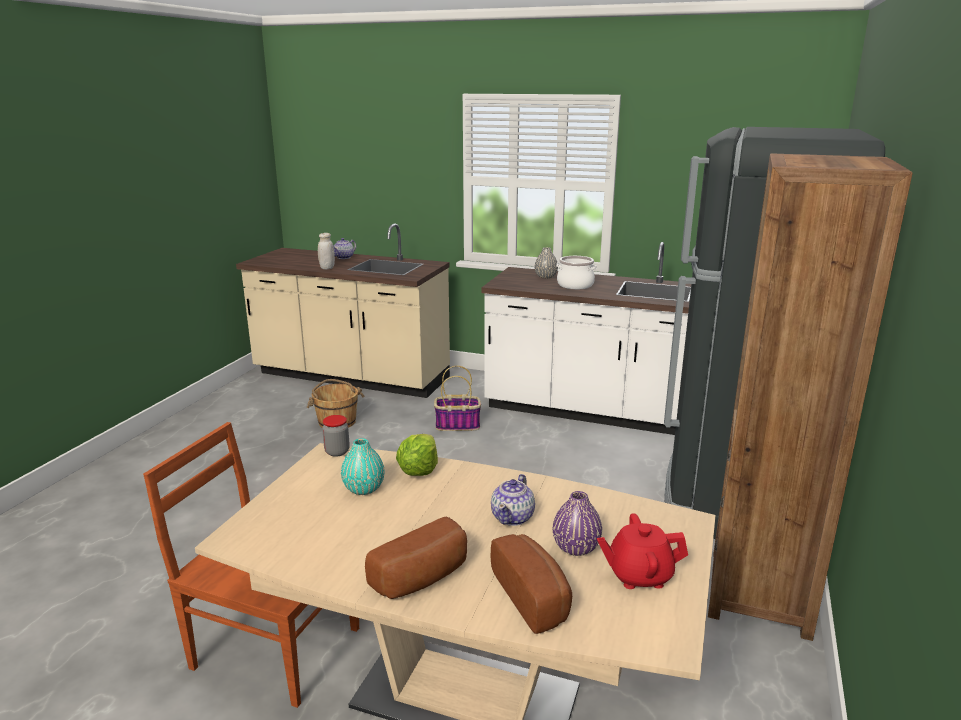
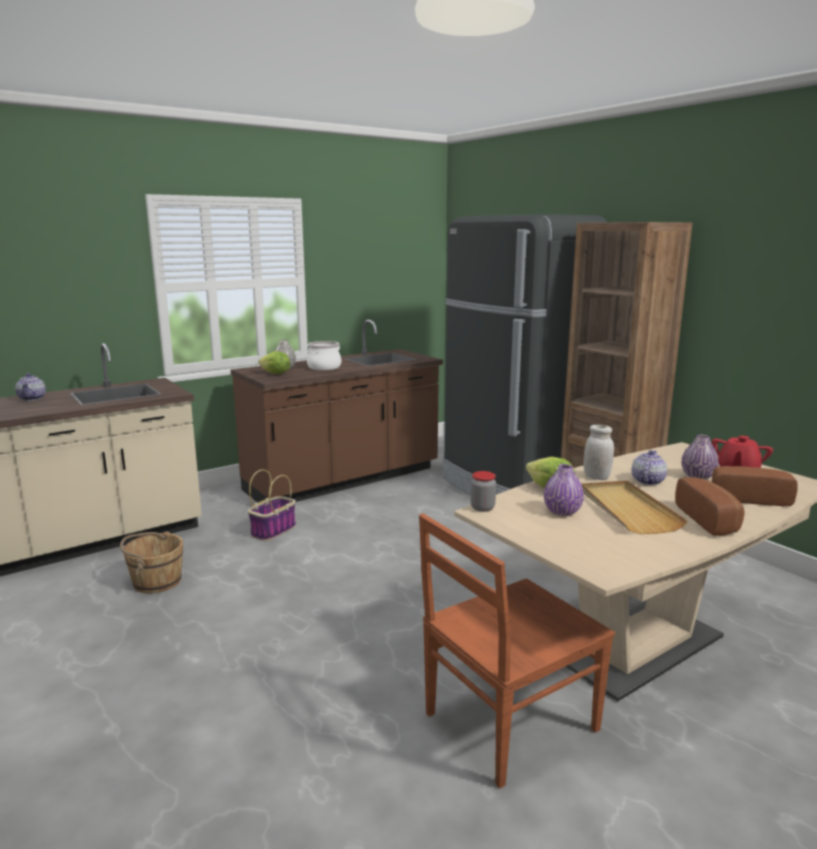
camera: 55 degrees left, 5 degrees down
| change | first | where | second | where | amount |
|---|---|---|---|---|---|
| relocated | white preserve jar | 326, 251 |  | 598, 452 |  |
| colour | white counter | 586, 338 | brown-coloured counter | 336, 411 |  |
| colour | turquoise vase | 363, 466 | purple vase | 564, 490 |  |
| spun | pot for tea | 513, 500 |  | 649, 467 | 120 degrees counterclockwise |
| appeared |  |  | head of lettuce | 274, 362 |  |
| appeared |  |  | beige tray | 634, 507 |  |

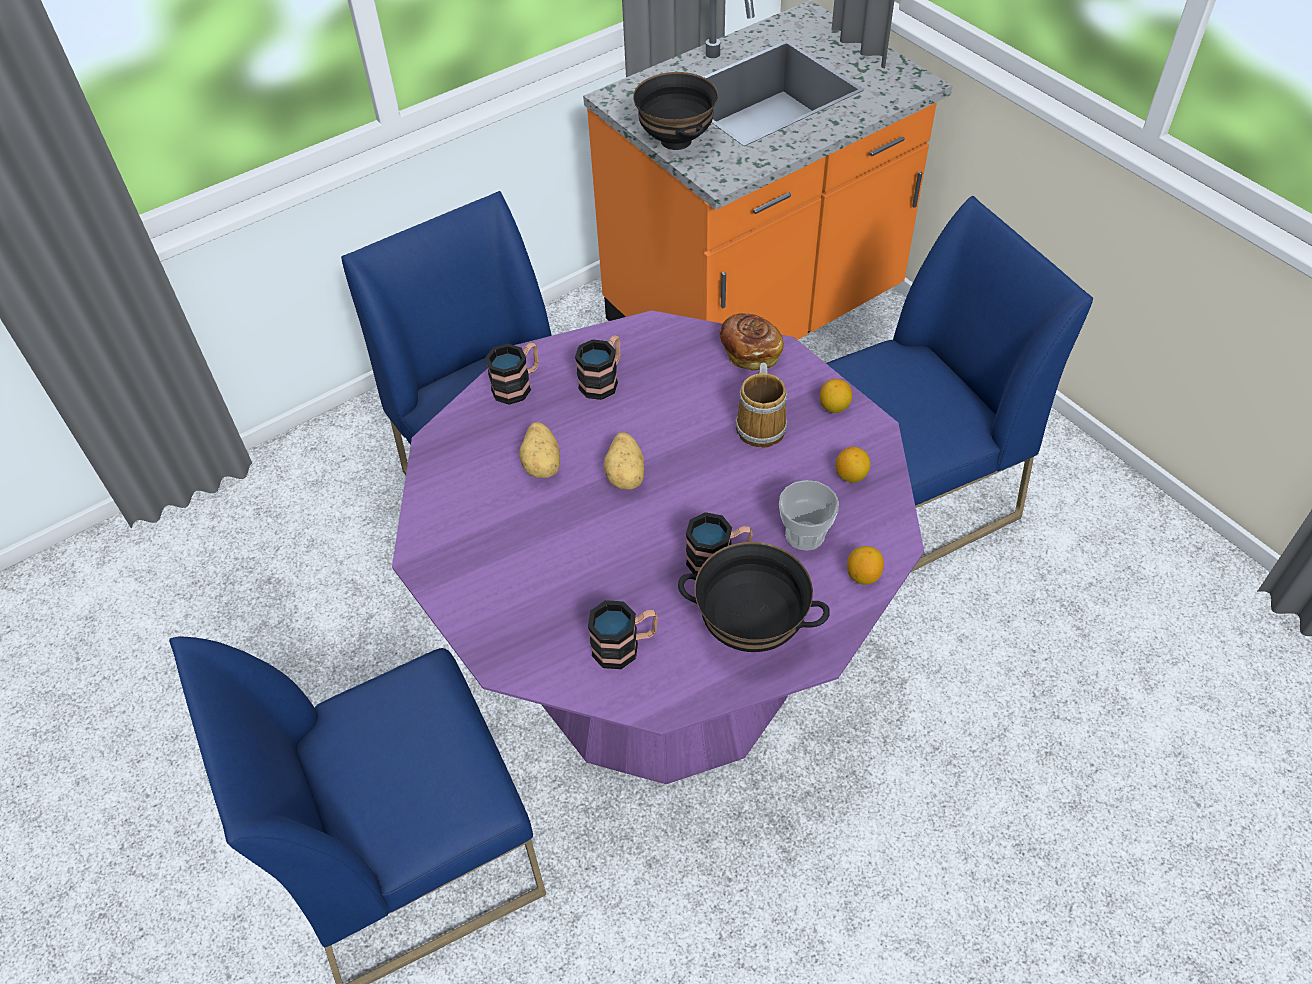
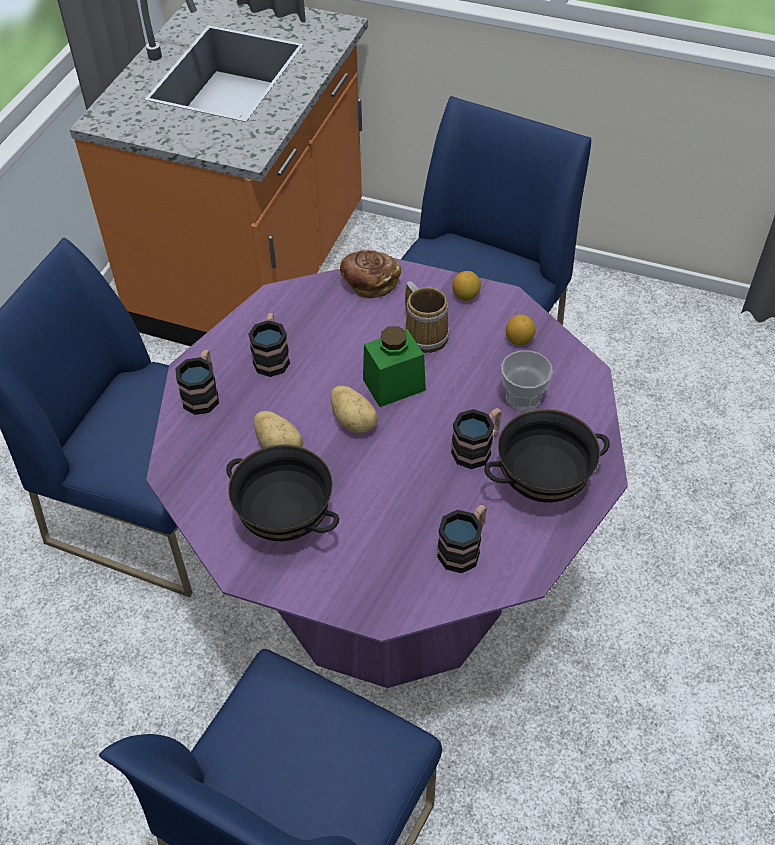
camera: 35 degrees left, 0 degrees up
| change | first | where | second | where | amount |
|---|---|---|---|---|---|
| relocated | black bowl | 675, 111 |  | 282, 493 |  |
| missing | lemon | 865, 565 |  |  |  |
| appeared |  |  | green preserve jar | 394, 366 |  |

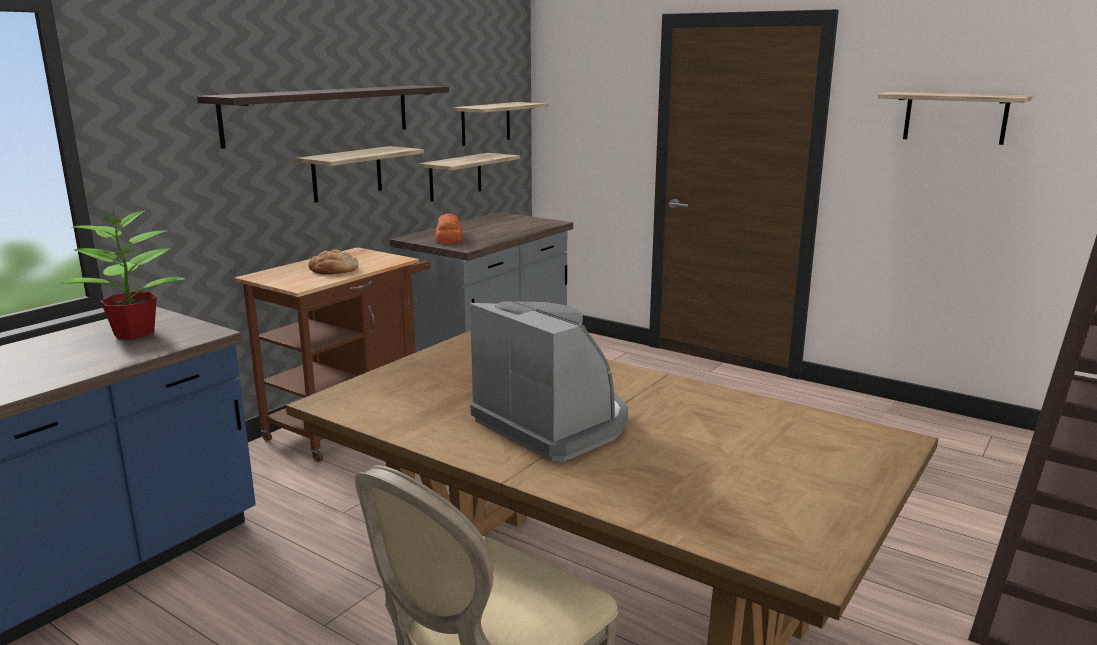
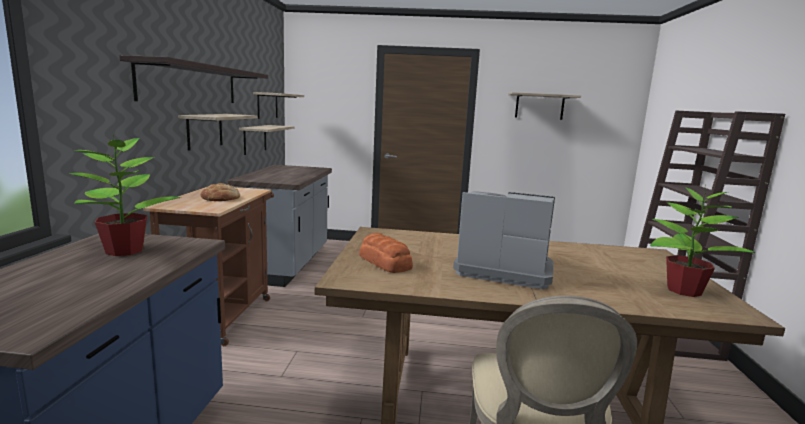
camera: 30 degrees left, 5 degrees down
| change | first | where | second | where | amount |
|---|---|---|---|---|---|
| relocated | baked bread | 449, 229 |  | 386, 253 |  |
| appeared |  |  | houseplant | 702, 241 |  |

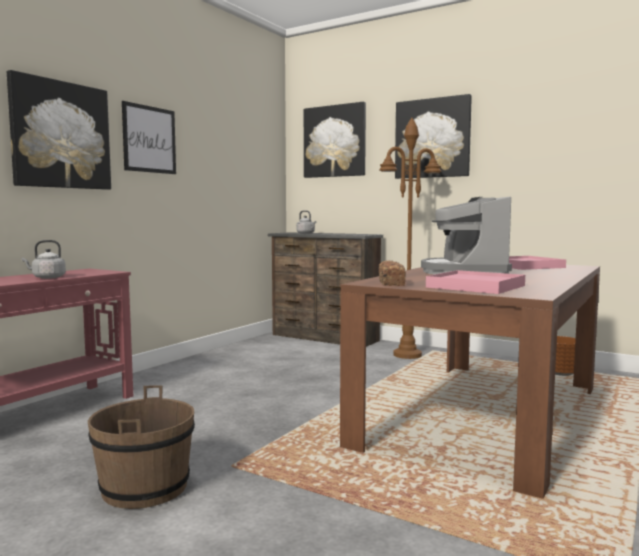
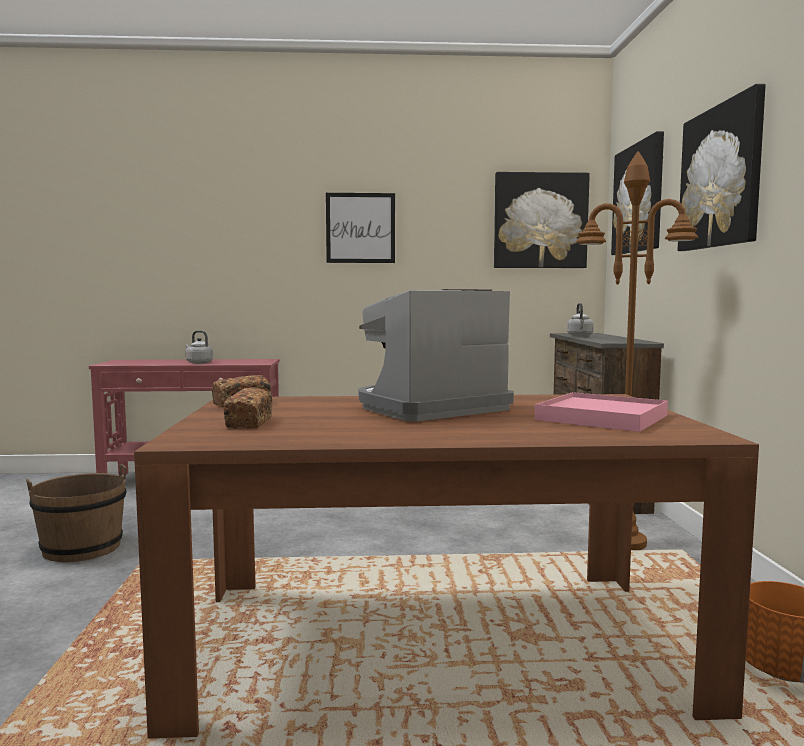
camera: 55 degrees right, 0 degrees up
| change | first | where | second | where | amount |
|---|---|---|---|---|---|
| relocated | wall art | 59, 130 |  | 542, 220 |  |
| exchanged | pink tray | 475, 282 | baked bread | 248, 408 |  |

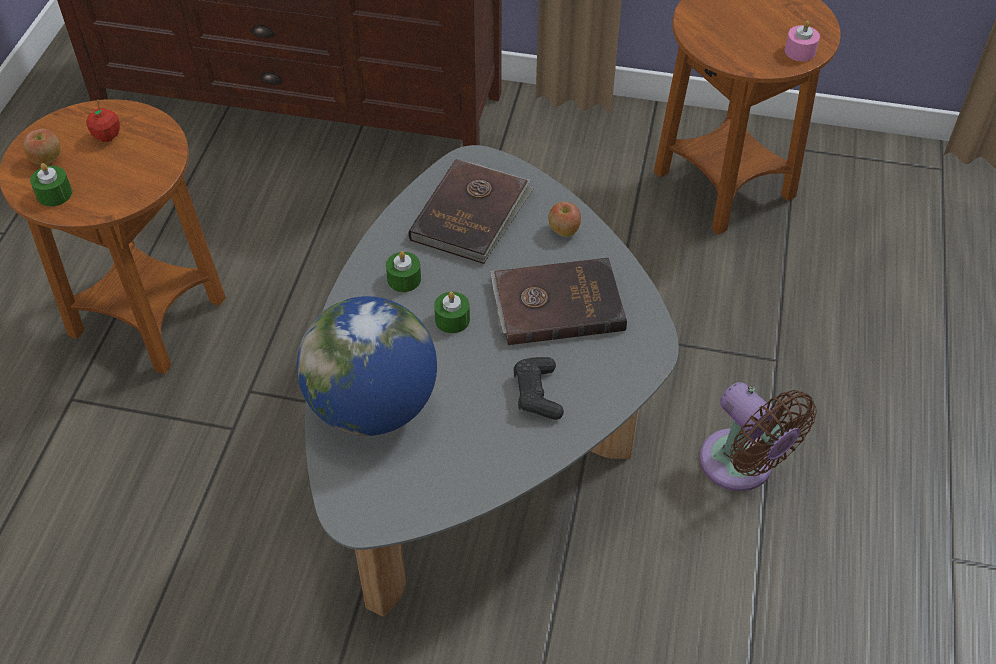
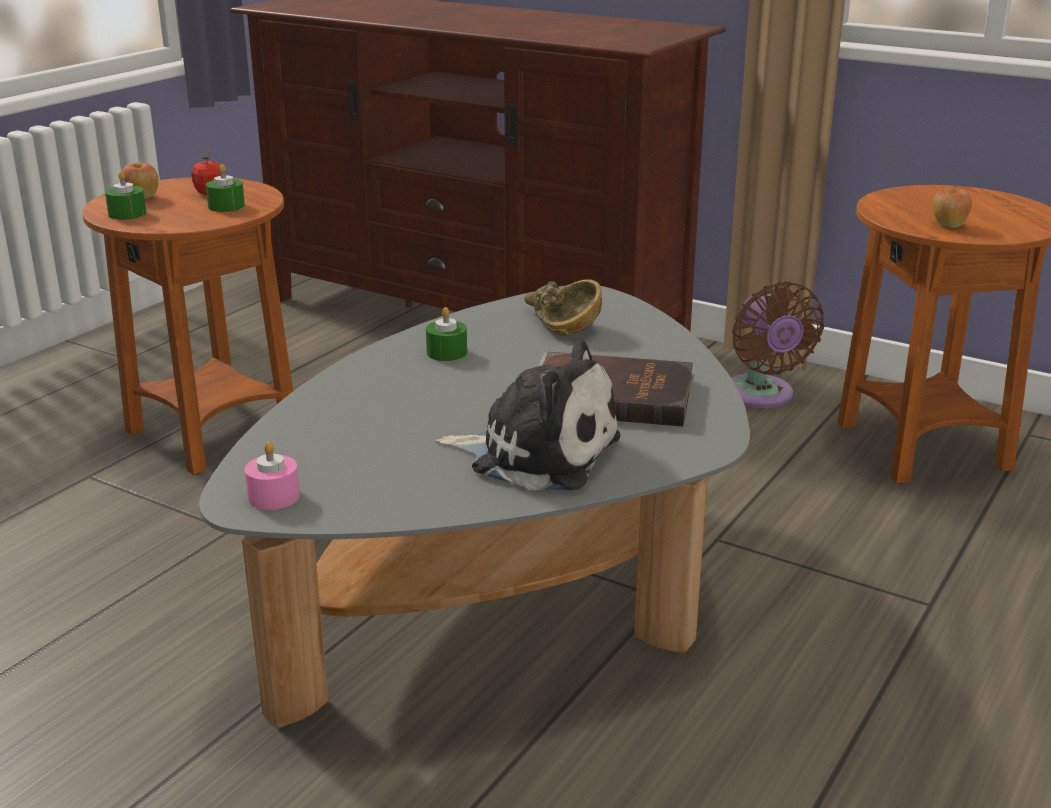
camera: 20 degrees right, 25 degrees down
| change | first | where | second | where | amount |
|---|---|---|---|---|---|
| relocated | pink wax candle | 802, 41 |  | 272, 476 |  |
| exchanged | brown-coloured bound book | 471, 211 | brown-coloured bowl | 563, 308 |  |
| relocated | apple | 565, 219 |  | 952, 208 |  |
| relocated | green wax candle | 452, 312 |  | 225, 188 |  |
| missing | globe | 367, 366 |  |  |  |
| exchanged | black gamepad | 538, 388 | soft toy | 528, 415 |  |
| relocated | brown-coloured cooling fan | 758, 436 |  | 778, 345 |  |

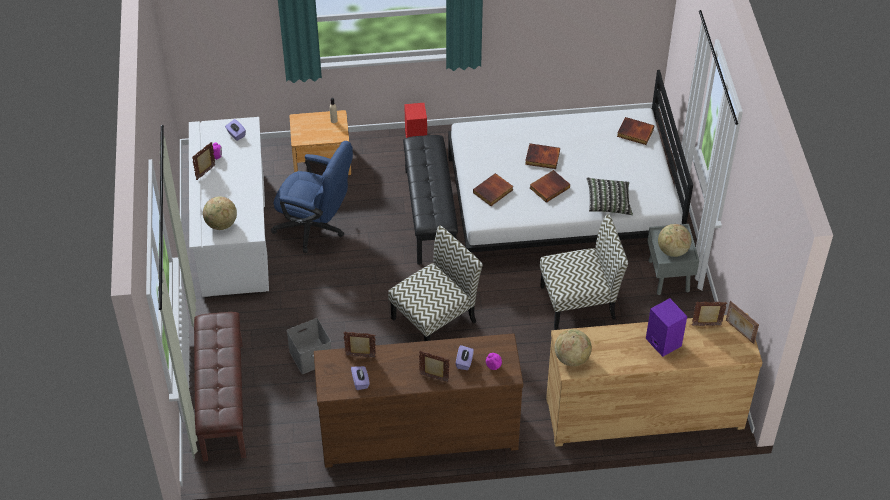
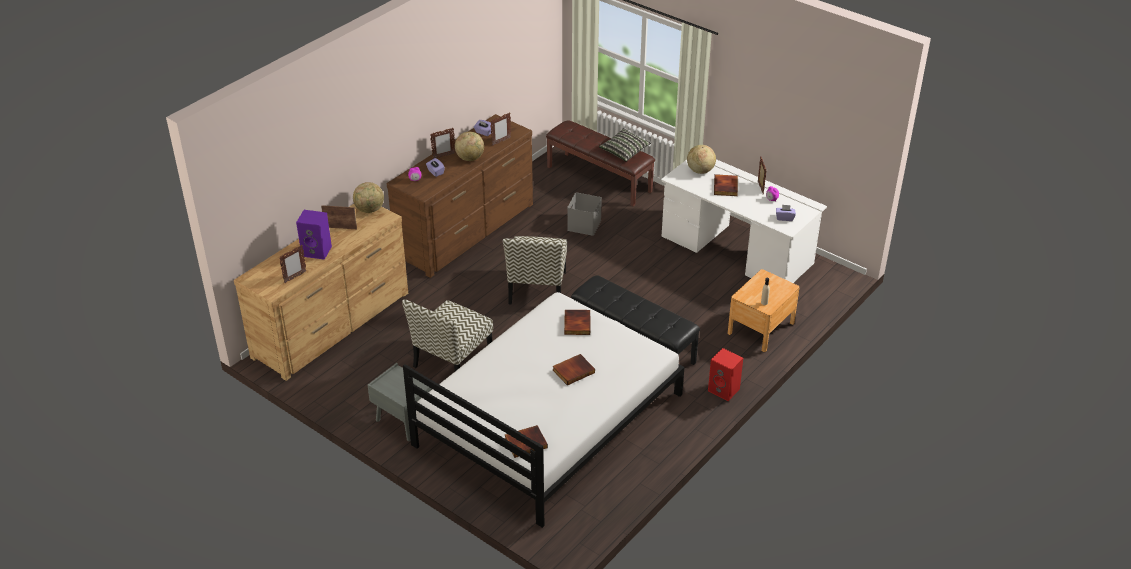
camera: 135 degrees right, 10 degrees down
| change | first | where | second | where | amount |
|---|---|---|---|---|---|
| missing | blue-coloured desk chair | 312, 197 |  |  |  |
| relocated | bound book | 550, 186 |  | 726, 185 |  |
| relocated | throw pillow | 610, 196 |  | 625, 145 |  |
| relocated | globe | 675, 240 |  | 469, 146 |  |
| relocated | picture frame | 742, 322 |  | 339, 217 |  |

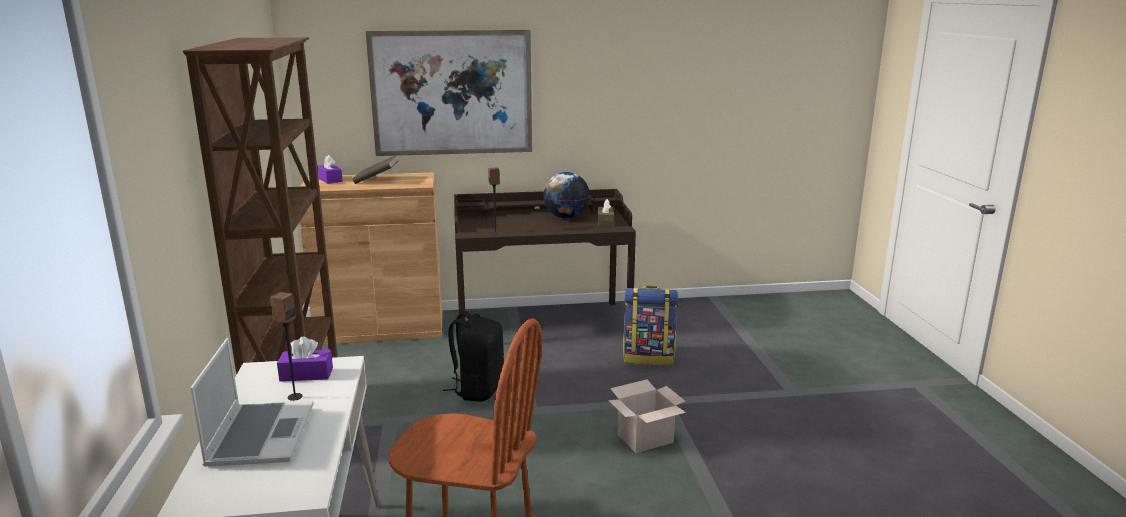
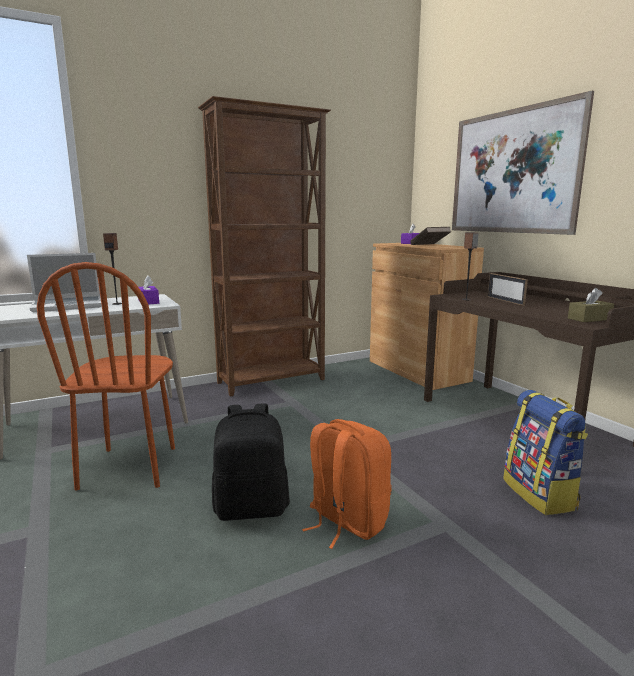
camera: 70 degrees right, 5 degrees down
| change | first | where | second | where | amount |
|---|---|---|---|---|---|
| missing | globe | 566, 195 |  |  |  |
| relocated | black rucksack | 473, 356 |  | 251, 462 |  |
| exchanged | cardboard box | 647, 416 | orangey rucksack | 347, 484 |  |
| appeared |  |  | picture frame | 507, 289 |  |

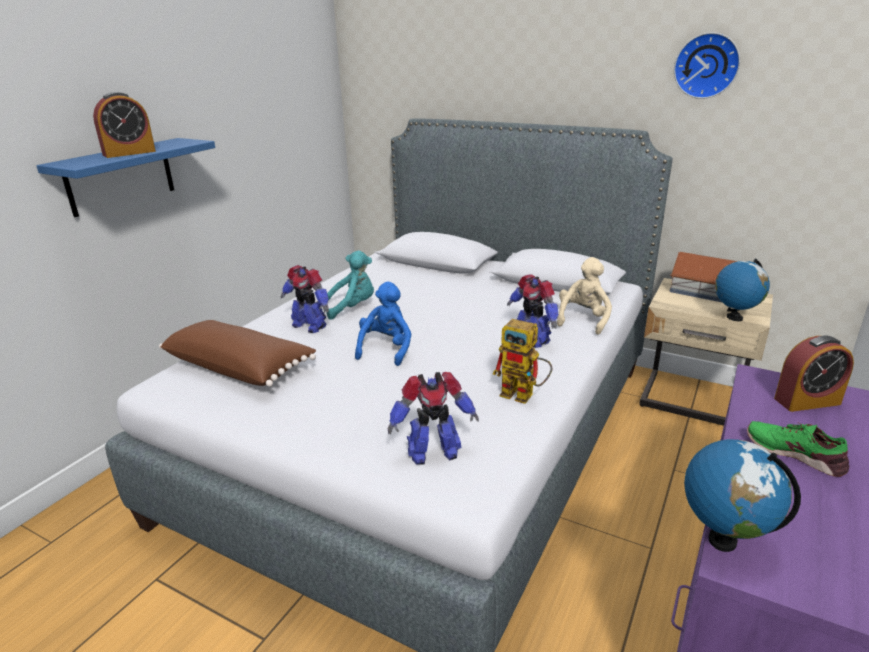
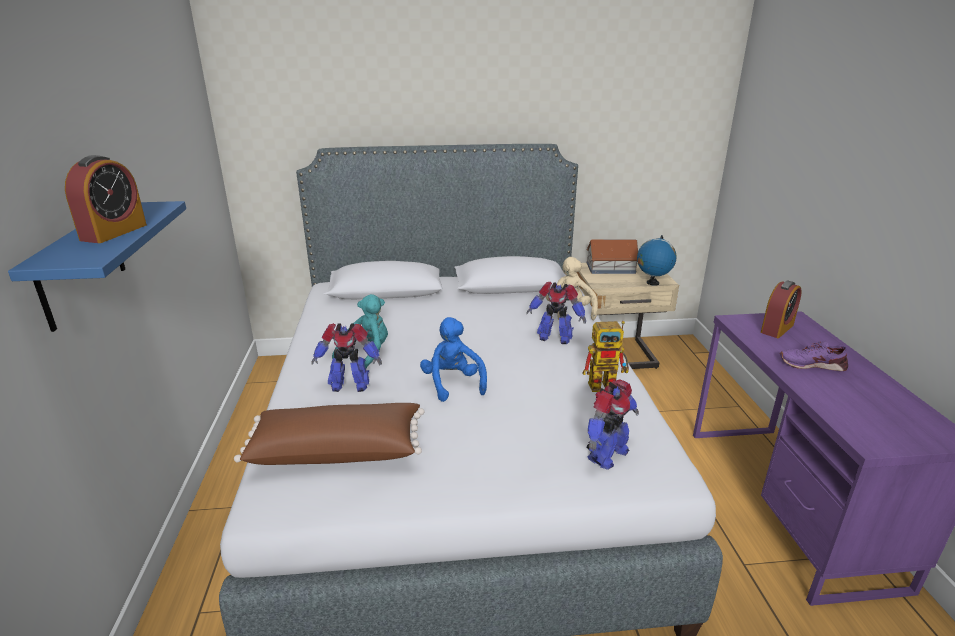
camera: 35 degrees left, 0 degrees up
| change | first | where | second | where | amount |
|---|---|---|---|---|---|
| missing | clock on the wall | 707, 65 |  |  |  |
| colour | green item of footwear | 798, 449 | purple item of footwear | 814, 356 |  |
| missing | globe | 742, 495 |  |  |  |

